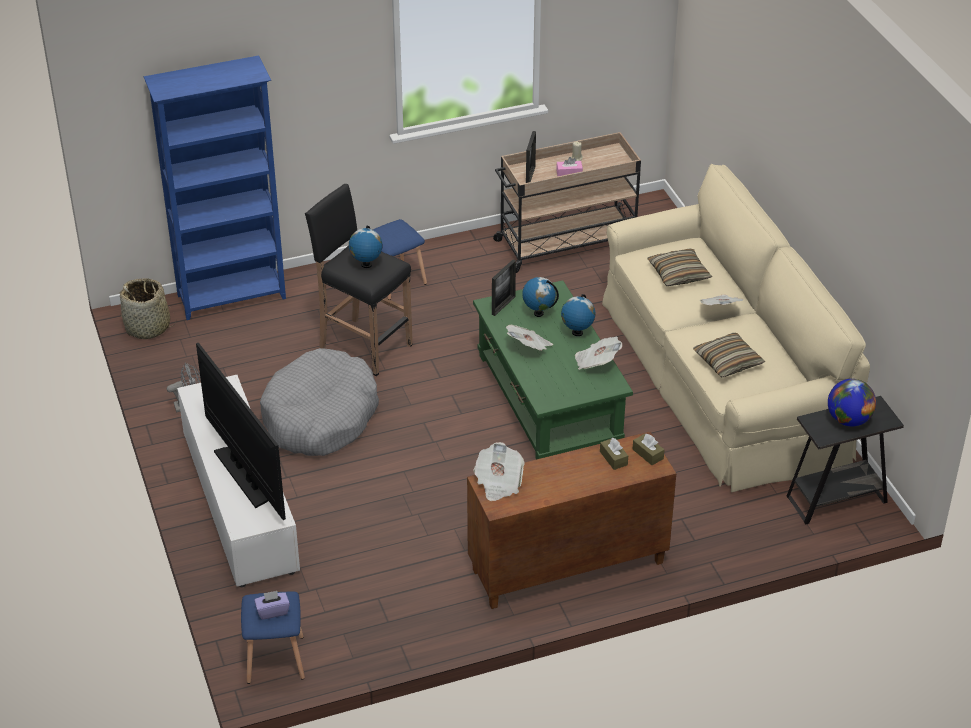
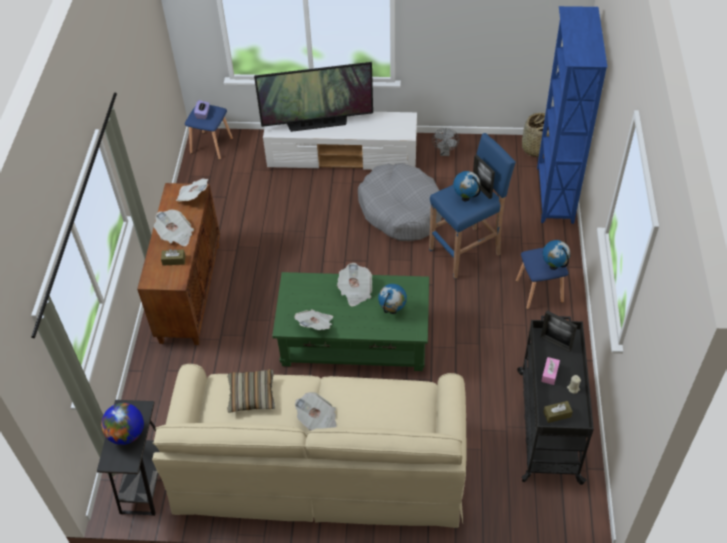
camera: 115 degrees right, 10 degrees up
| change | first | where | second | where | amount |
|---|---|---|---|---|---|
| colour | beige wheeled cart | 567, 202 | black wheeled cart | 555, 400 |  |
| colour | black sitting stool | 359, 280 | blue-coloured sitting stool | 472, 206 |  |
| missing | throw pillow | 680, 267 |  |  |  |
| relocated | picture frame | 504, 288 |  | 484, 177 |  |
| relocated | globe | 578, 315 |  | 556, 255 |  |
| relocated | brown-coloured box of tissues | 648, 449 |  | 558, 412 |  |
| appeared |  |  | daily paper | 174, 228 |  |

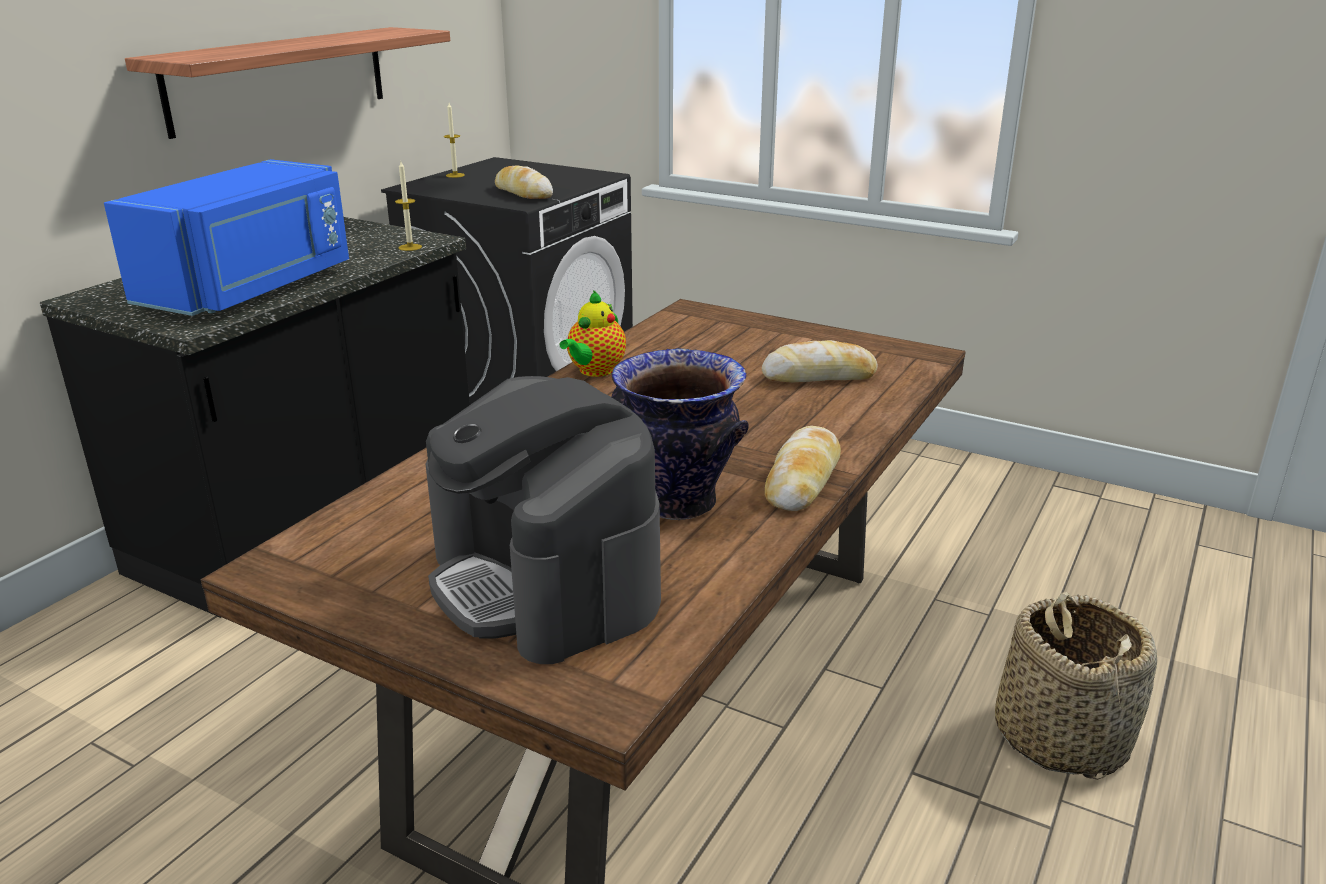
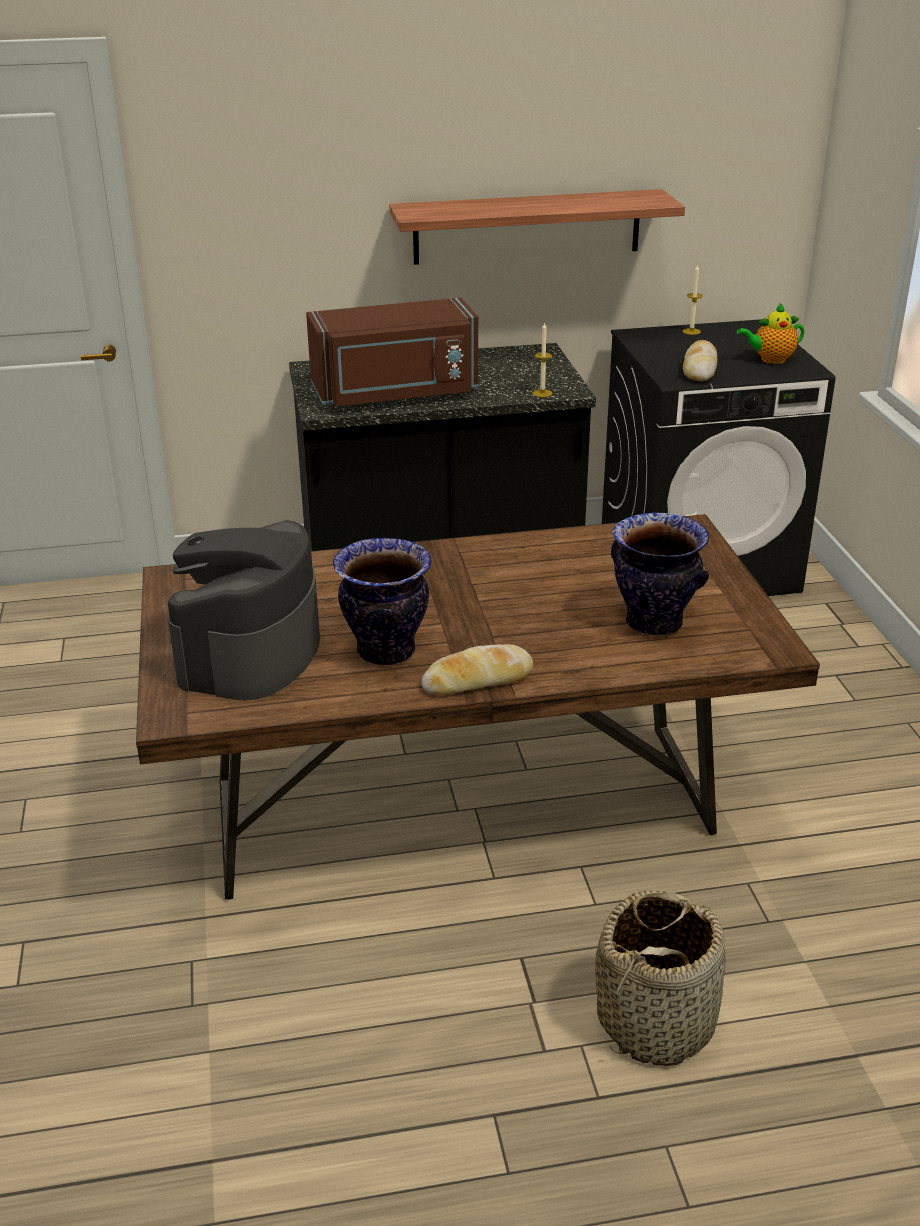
camera: 50 degrees right, 5 degrees up
| change | first | where | second | where | amount |
|---|---|---|---|---|---|
| colour | blue-coloured microwave oven | 226, 237 | brown-coloured microwave oven | 392, 351 |  |
| relocated | pot for tea | 593, 333 |  | 771, 333 |  |
| exchanged | baked bread | 819, 361 | vase | 660, 574 |  |

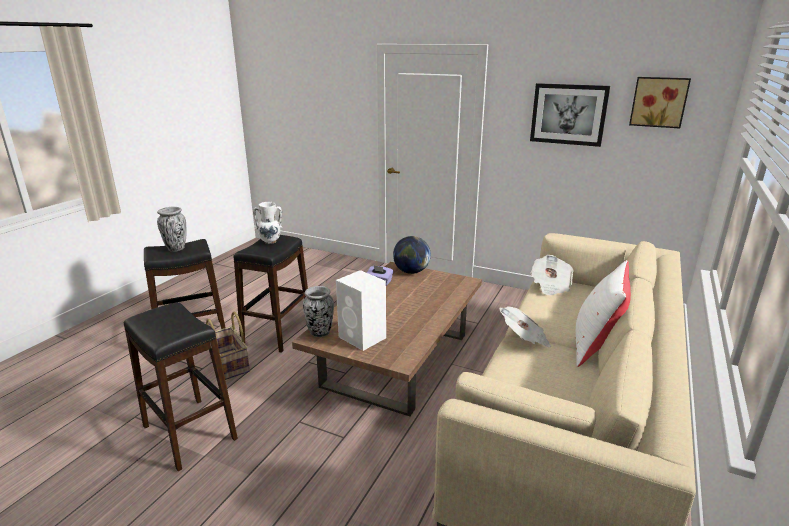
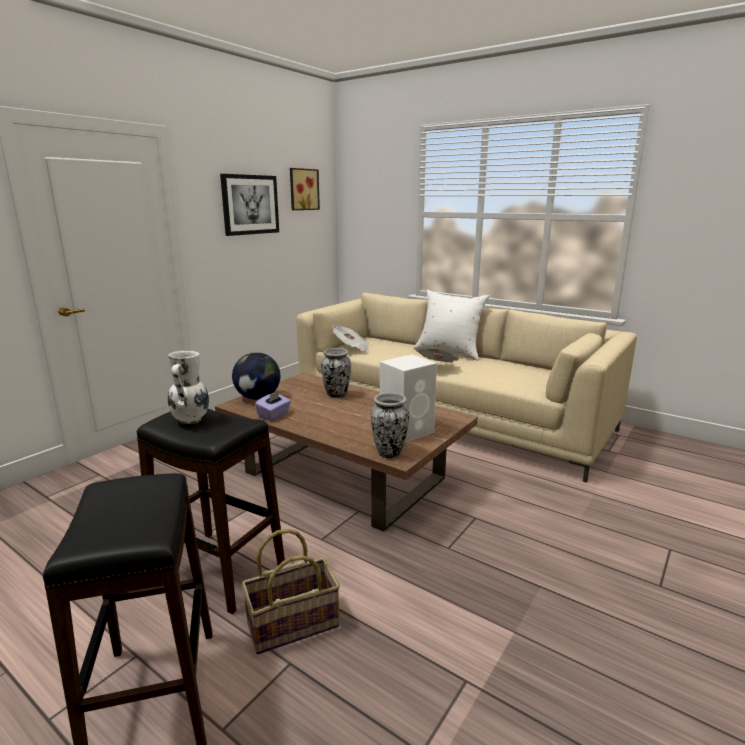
camera: 80 degrees left, 5 degrees down
| change | first | where | second | where | amount |
|---|---|---|---|---|---|
| relocated | vase | 171, 229 |  | 336, 373 |  |
| missing | black sitting stool | 181, 386 |  |  |  |

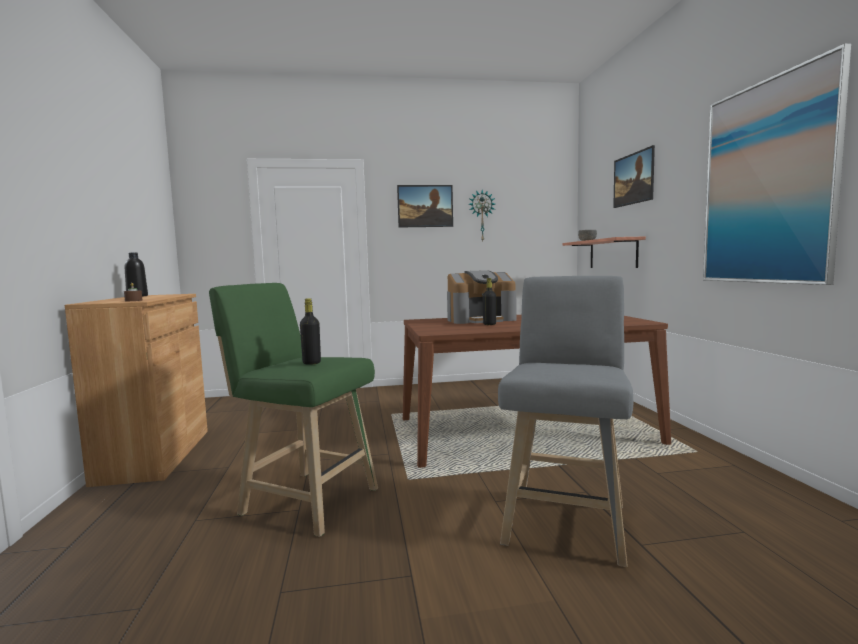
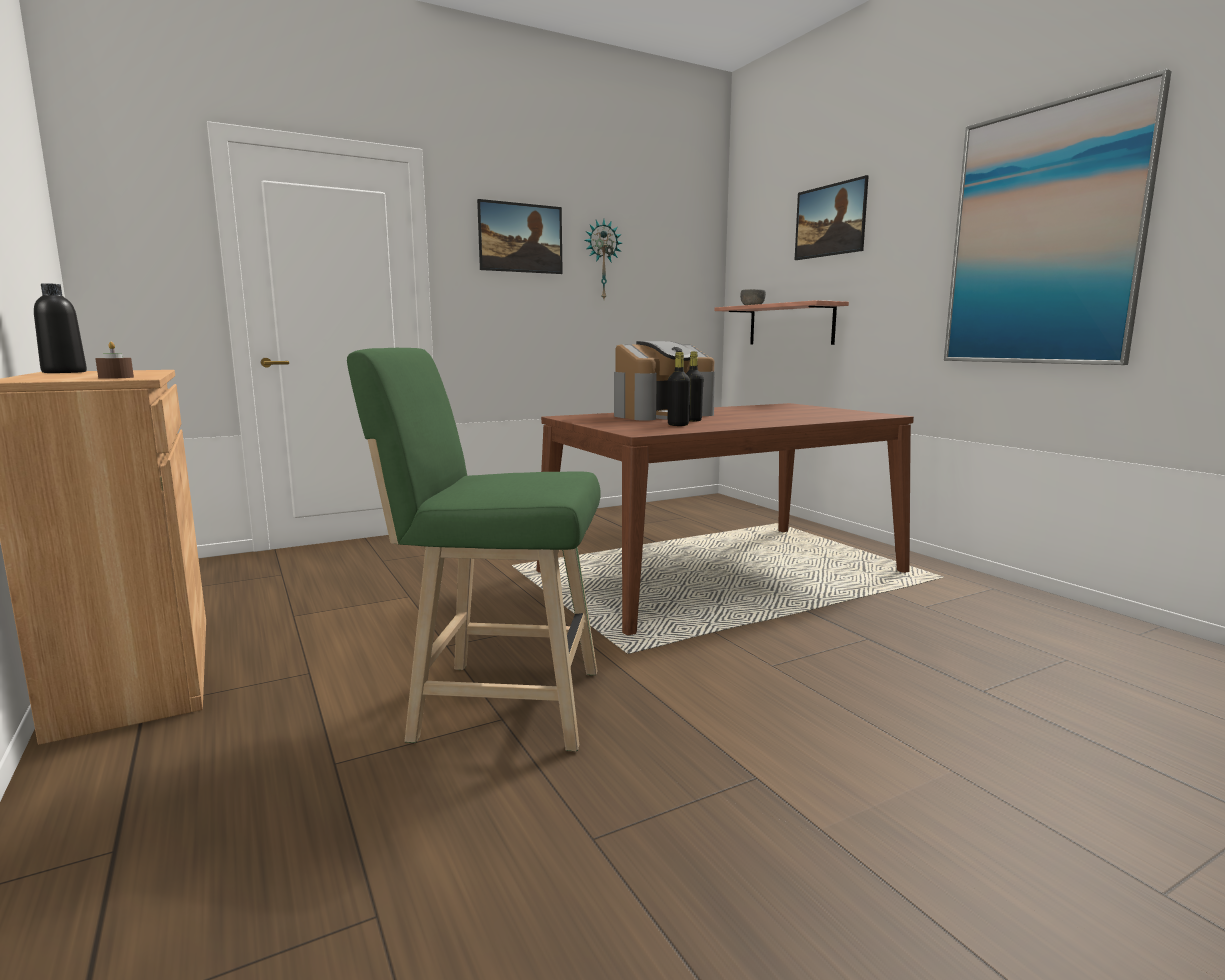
camera: 20 degrees left, 5 degrees up
| change | first | where | second | where | amount |
|---|---|---|---|---|---|
| missing | grey sitting stool | 565, 421 |  |  |  |
| relocated | black drink bottle | 310, 331 |  | 679, 389 |  |

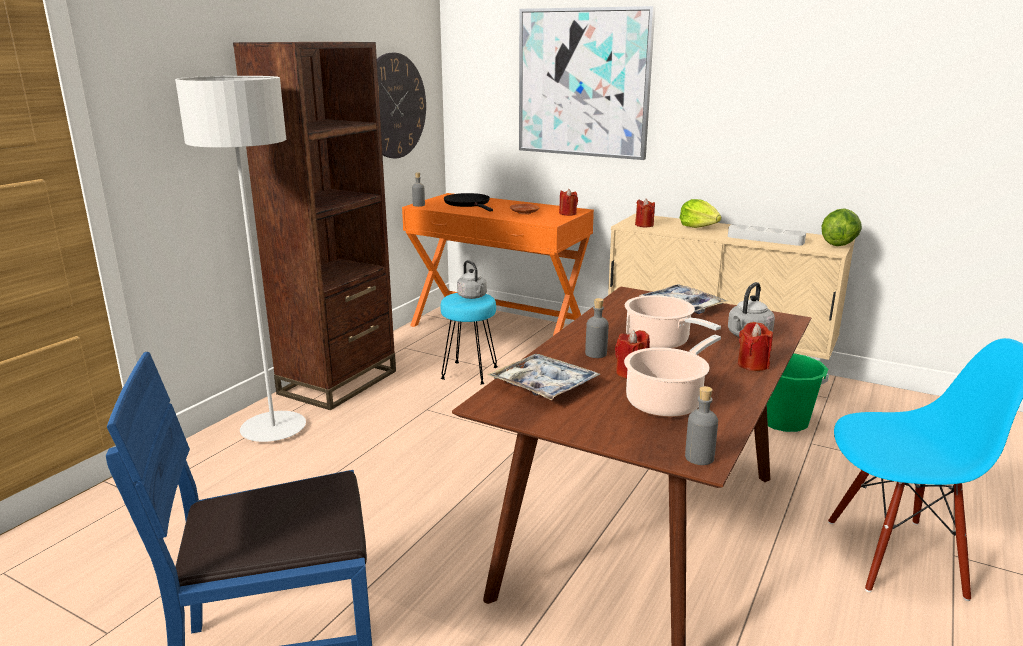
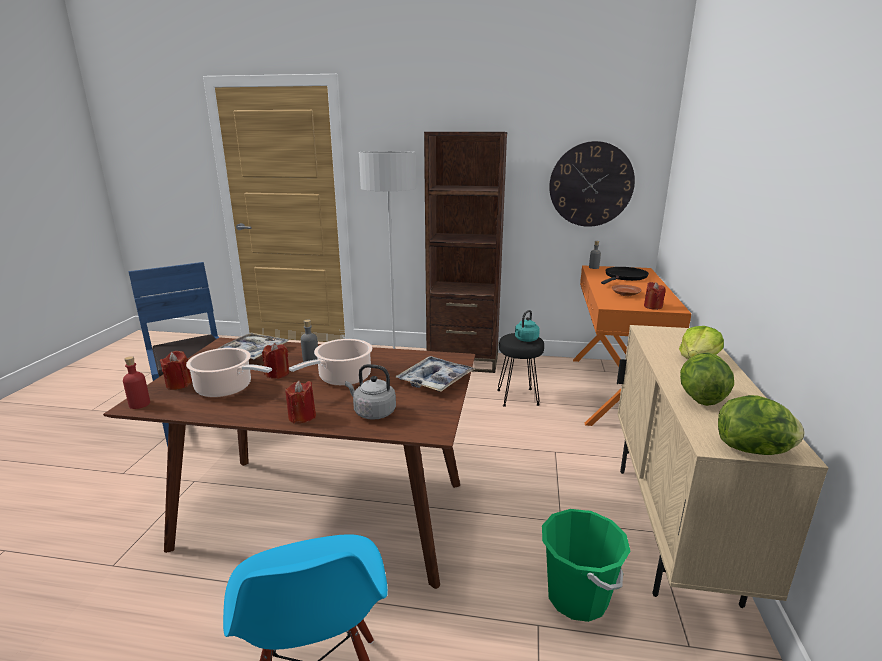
camera: 70 degrees right, 0 degrees up
| change | first | where | second | where | amount |
|---|---|---|---|---|---|
| missing | wall art | 587, 83 |  |  |  |
| relocated | red-coloured wax candle | 645, 212 |  | 176, 370 |  |
| exchanged | grey tray | 767, 235 | head of lettuce | 707, 379 |  |
| colour | grey kettle | 472, 279 | turquoise kettle | 527, 326 |  |
| colour | turquoise sitting stool | 469, 338 | black sitting stool | 520, 370 |  |
| colour | grey drink bottle | 701, 425 | red-coloured drink bottle | 136, 382 |  |

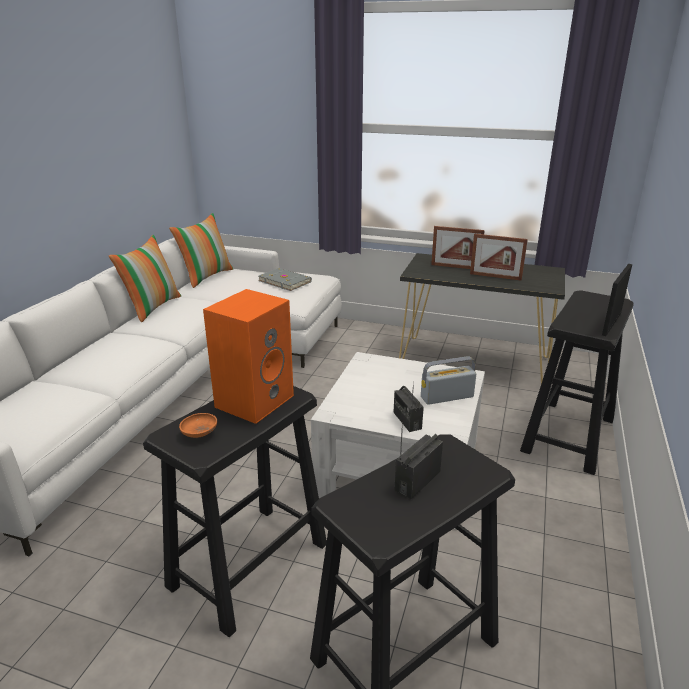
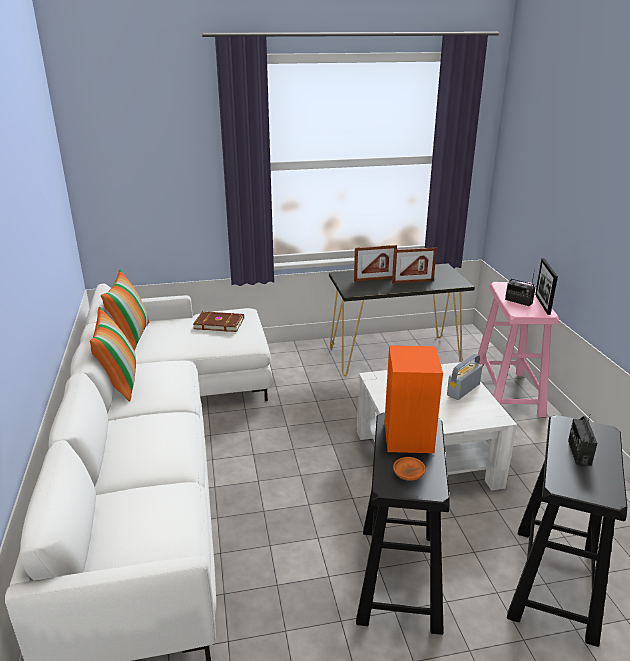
camera: 30 degrees left, 0 degrees up
| change | first | where | second | where | amount |
|---|---|---|---|---|---|
| colour | grey bound book | 285, 279 | brown-coloured bound book | 218, 321 |  |
| colour | black sitting stool | 577, 382 | pink sitting stool | 518, 349 |  |
| relocated | radio receiver | 408, 406 |  | 520, 290 |  |

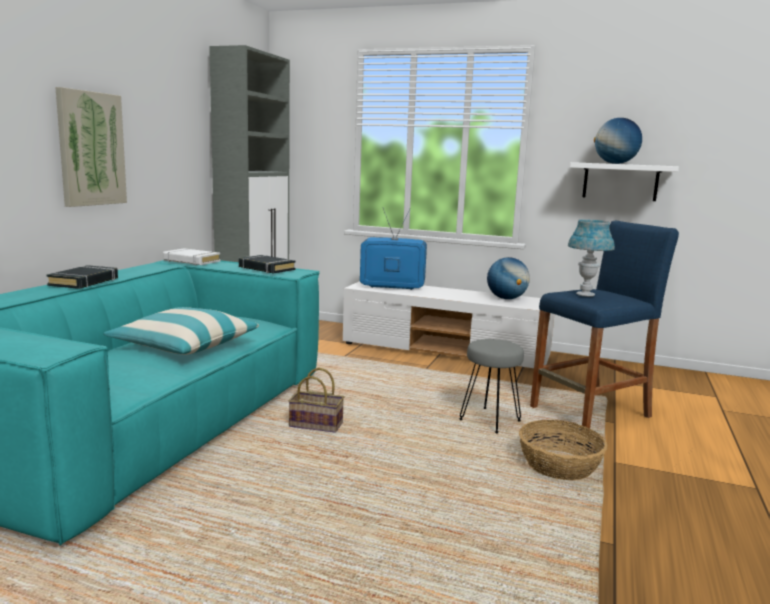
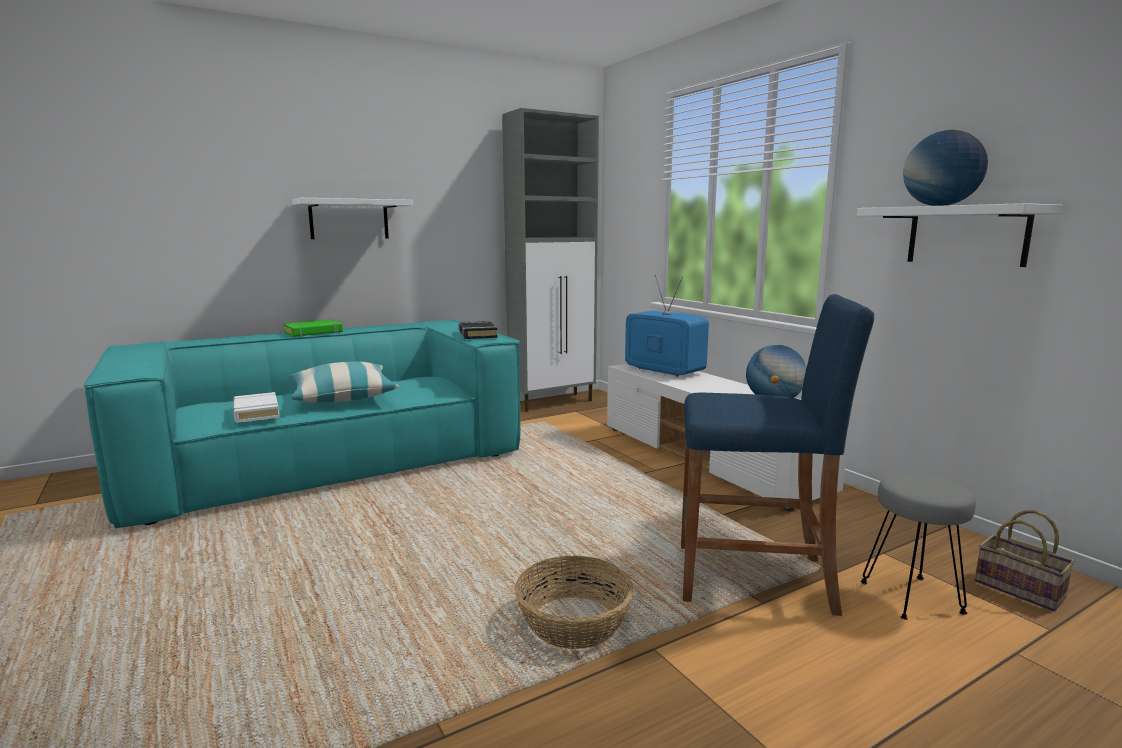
camera: 40 degrees right, 0 degrees up
| change | first | where | second | where | amount |
|---|---|---|---|---|---|
| exchanged | wall art | 91, 147 | white shelf | 352, 218 |  |
| missing | blue-coloured lamp for a table | 591, 258 |  |  |  |
| relocated | white bound book | 191, 256 |  | 256, 407 |  |
| colour | black bound book | 82, 277 | green bound book | 313, 328 |  |
| relocated | grey sitting stool | 491, 386 |  | 918, 546 |  |
| relocated | storage basket | 316, 400 |  | 1025, 560 |  |

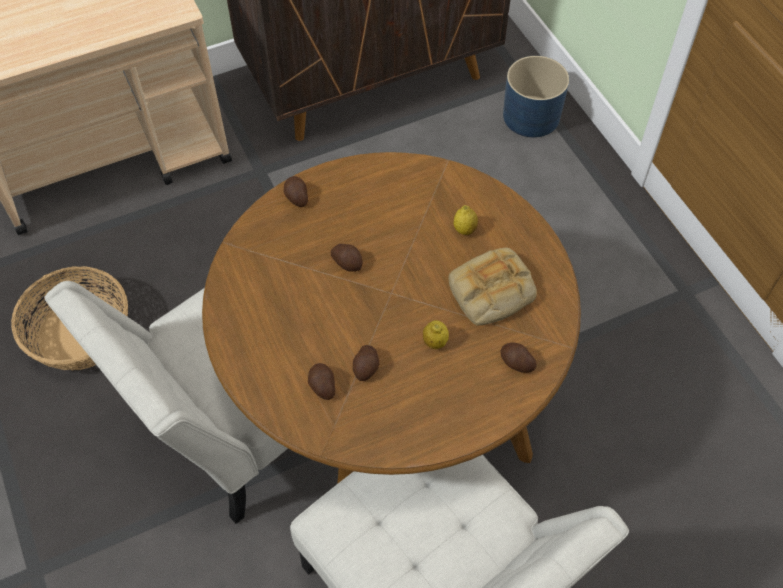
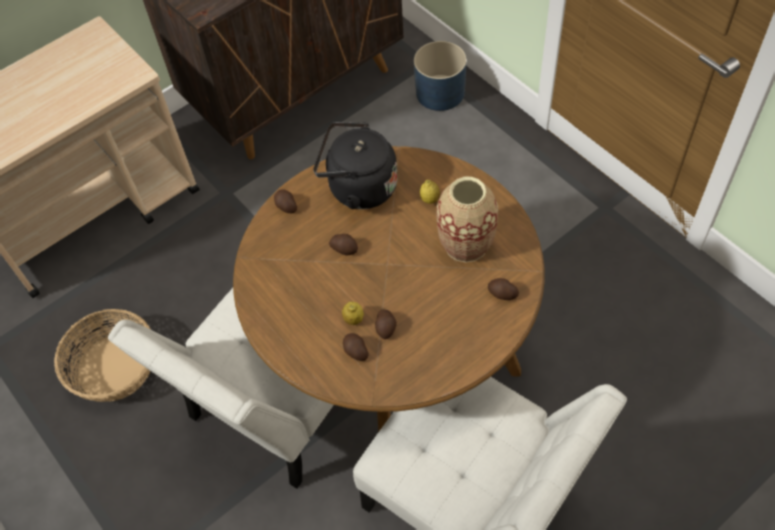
camera: 10 degrees left, 0 degrees up
| change | first | where | second | where | amount |
|---|---|---|---|---|---|
| exchanged | baked bread | 492, 286 | vase | 467, 219 |  |
| relocated | lemon | 436, 334 |  | 353, 313 |  |
| appeared |  |  | black kettle | 355, 165 |  |

